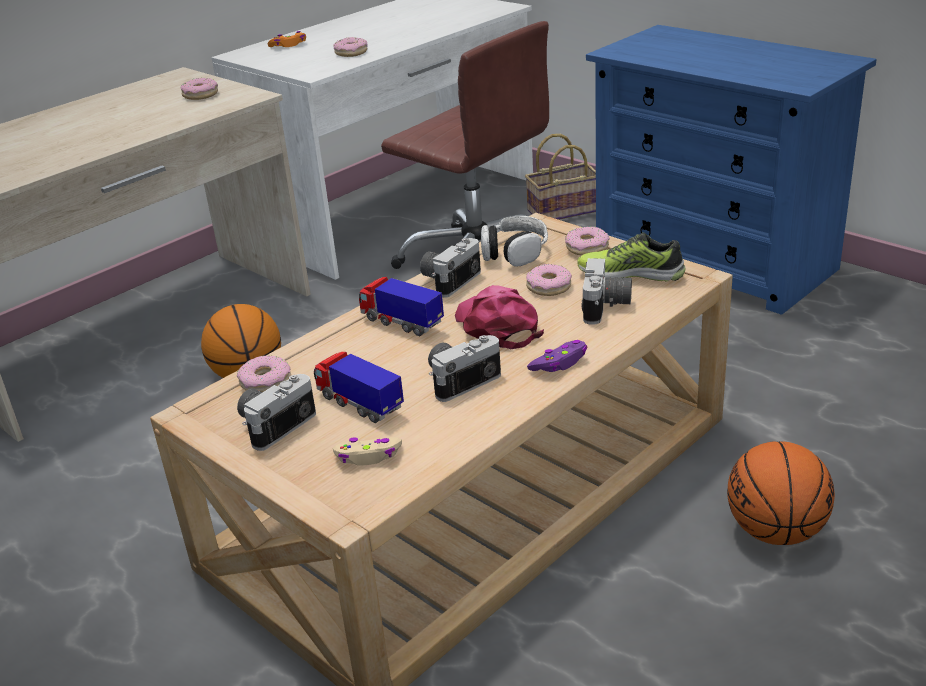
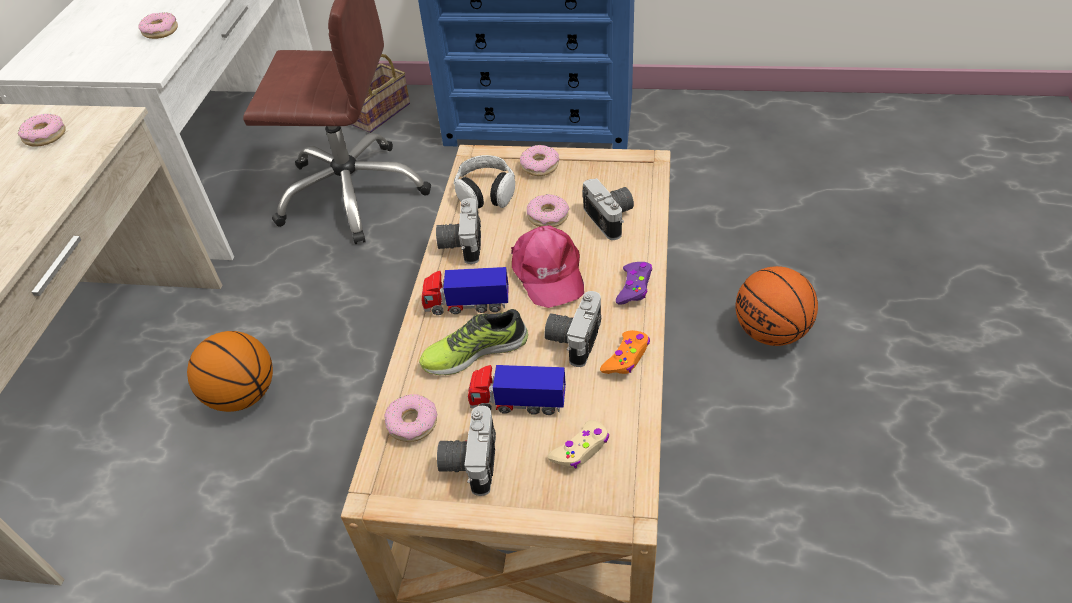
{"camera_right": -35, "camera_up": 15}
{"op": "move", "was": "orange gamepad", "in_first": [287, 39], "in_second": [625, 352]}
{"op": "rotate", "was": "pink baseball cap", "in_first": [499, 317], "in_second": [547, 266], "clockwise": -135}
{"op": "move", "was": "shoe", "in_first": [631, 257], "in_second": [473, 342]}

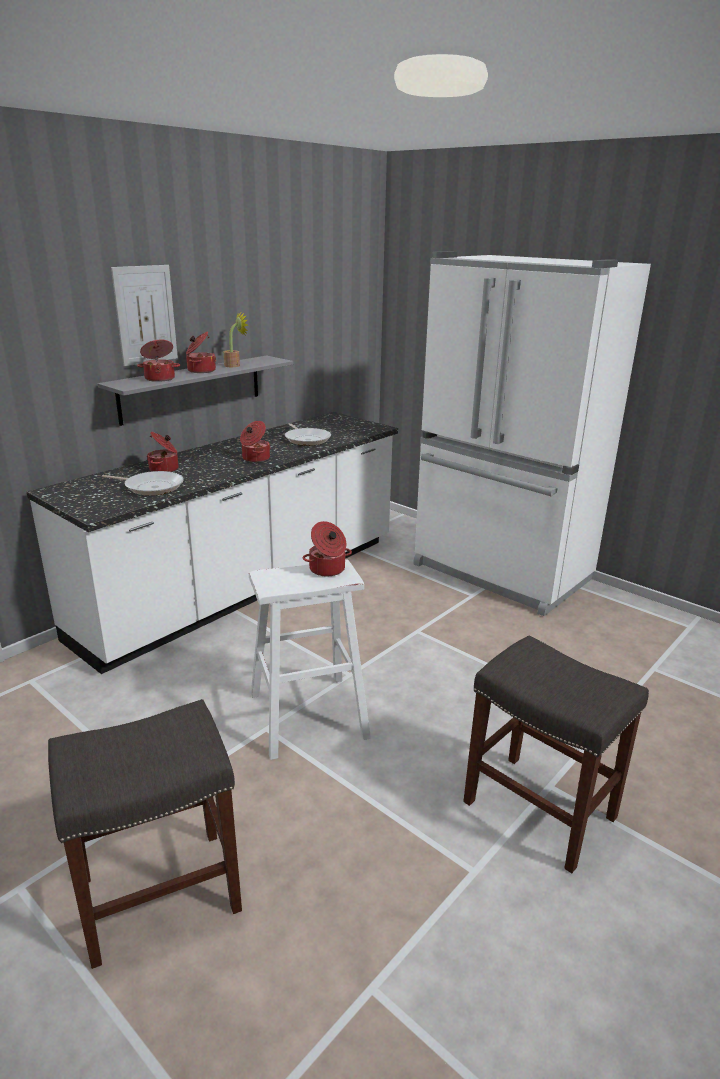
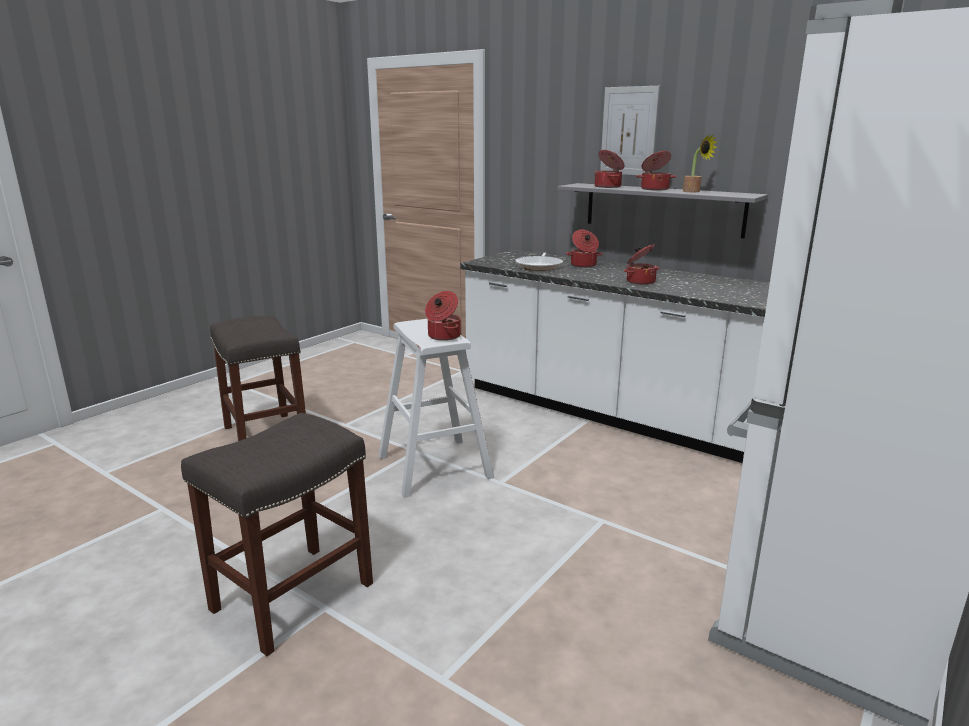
{"camera_right": 85, "camera_up": -5}
{"op": "delete", "was": "frying pan", "in_first": [308, 434]}

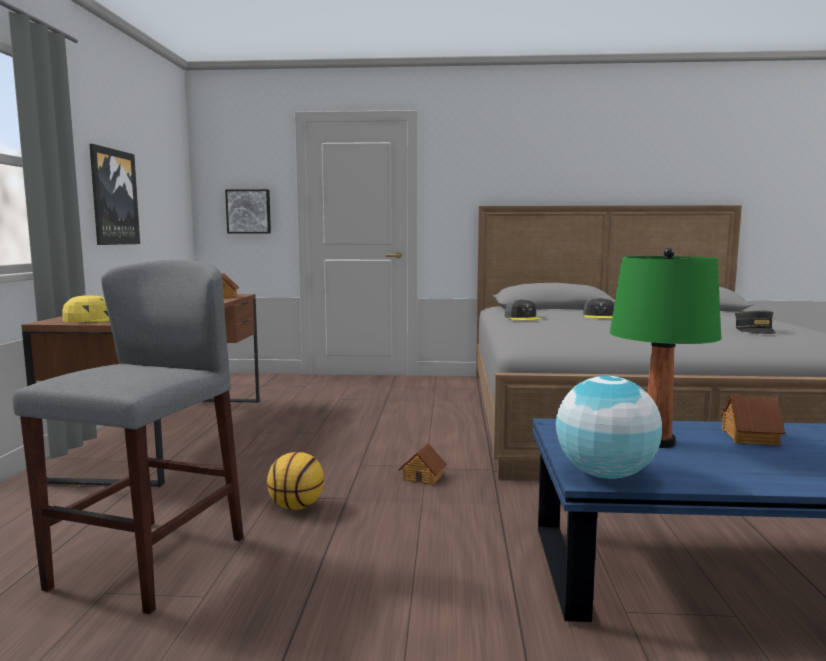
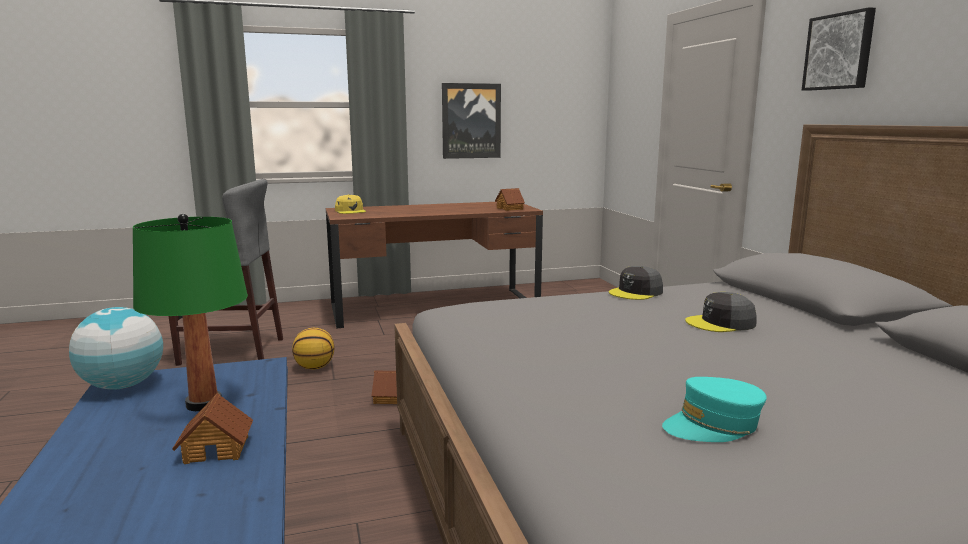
{"camera_right": 70, "camera_up": 5}
{"op": "move", "was": "wall art", "in_first": [248, 211], "in_second": [839, 49]}
{"op": "recolor", "was": "grey baseball cap", "now": "blue-green baseball cap", "in_first": [755, 322], "in_second": [714, 409]}

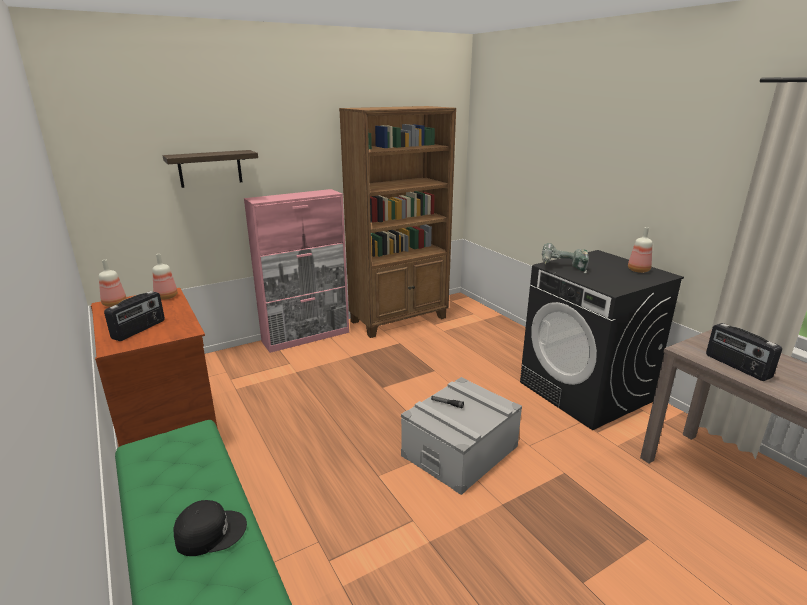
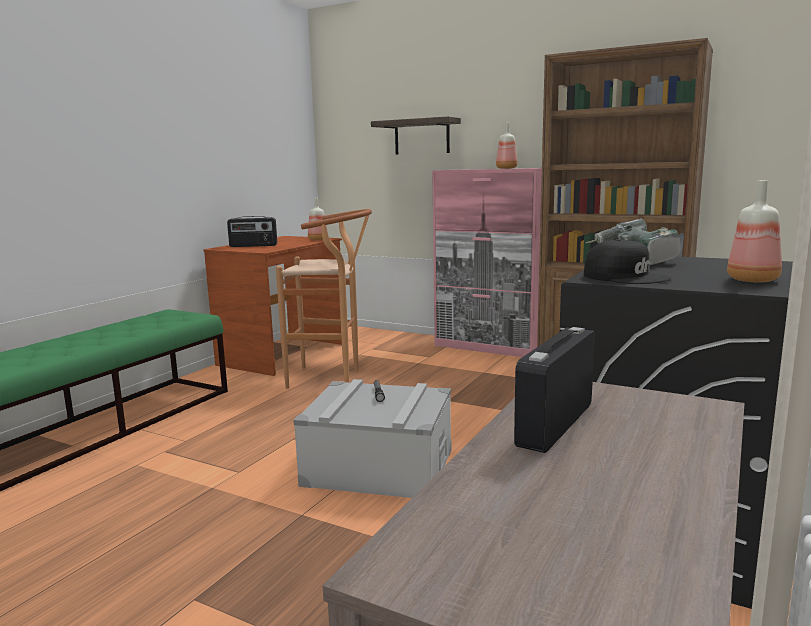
{"camera_right": 60, "camera_up": -10}
{"op": "move", "was": "bottle", "in_first": [113, 283], "in_second": [507, 146]}
{"op": "move", "was": "black-coloured baseball cap", "in_first": [210, 528], "in_second": [628, 261]}
{"op": "insert", "now": "brown-coloured sitting stool", "in_second": [324, 299]}

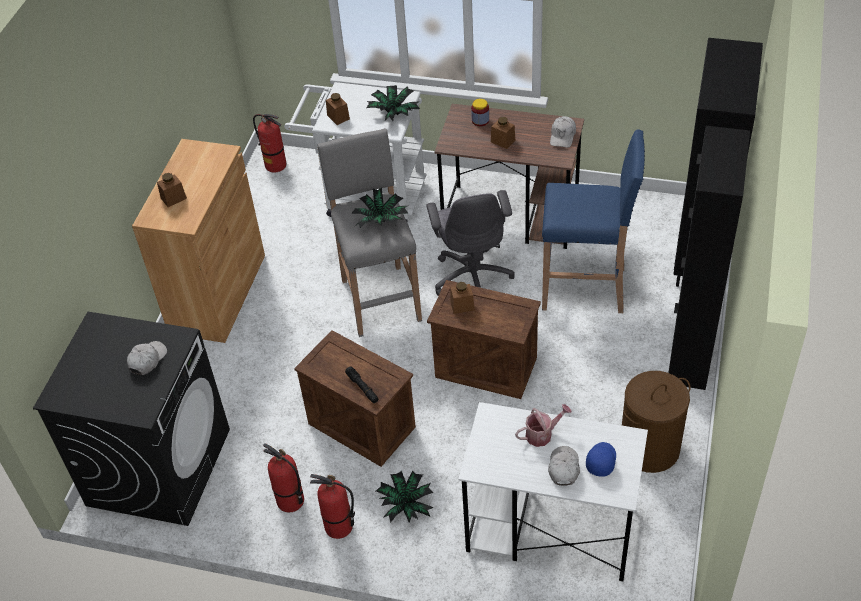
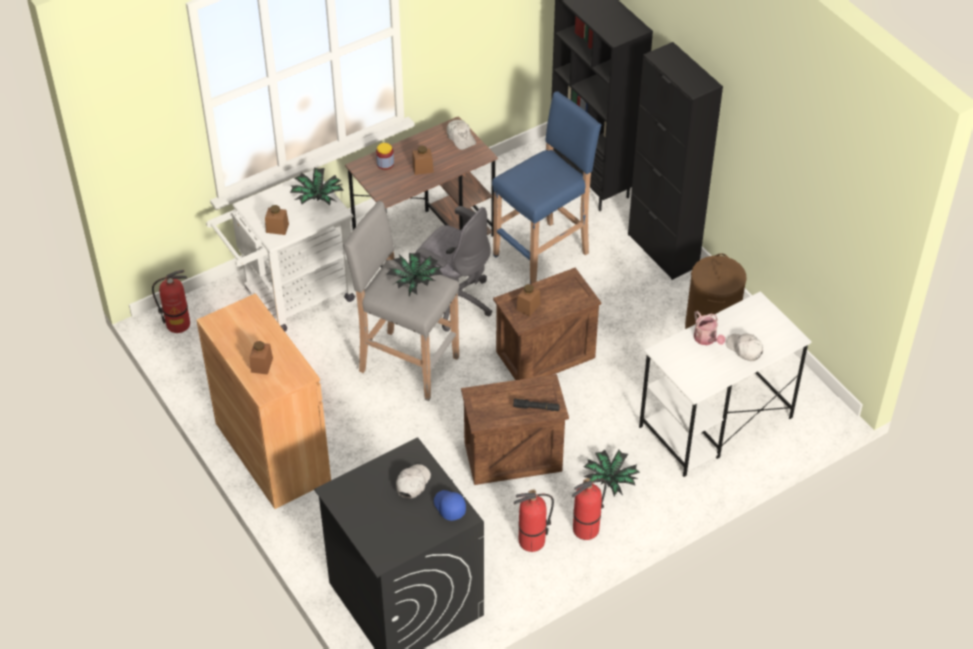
{"camera_right": -50, "camera_up": 0}
{"op": "rotate", "was": "white baseball cap", "in_first": [147, 358], "in_second": [413, 481], "clockwise": 45}
{"op": "rotate", "was": "watering can", "in_first": [543, 425], "in_second": [709, 328], "clockwise": 135}
{"op": "move", "was": "blue-coloured baseball cap", "in_first": [601, 459], "in_second": [450, 505]}

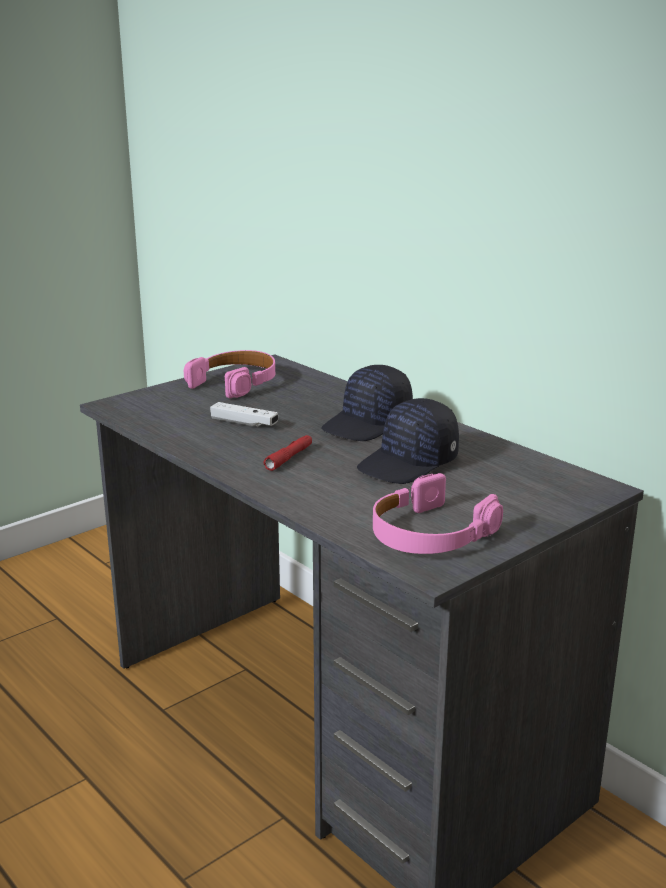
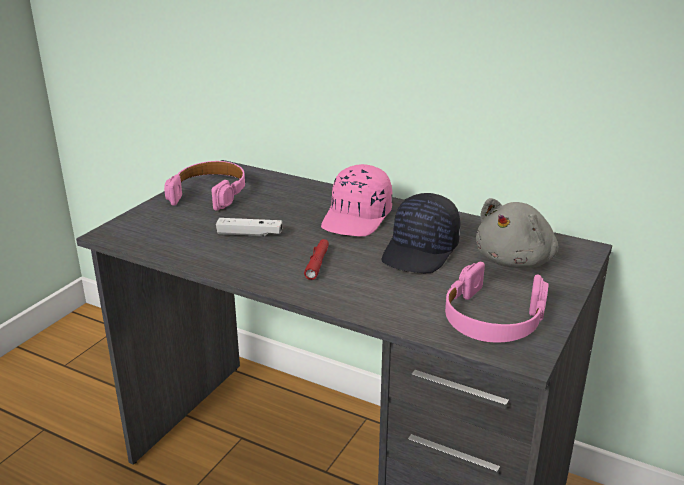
{"camera_right": -20, "camera_up": 5}
{"op": "recolor", "was": "black-coloured baseball cap", "now": "pink baseball cap", "in_first": [367, 403], "in_second": [357, 200]}
{"op": "insert", "now": "grey cuddly toy", "in_second": [517, 233]}

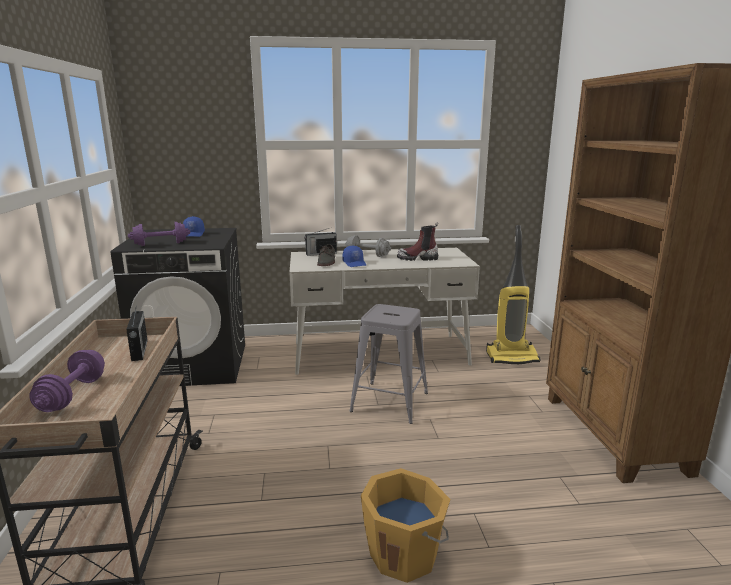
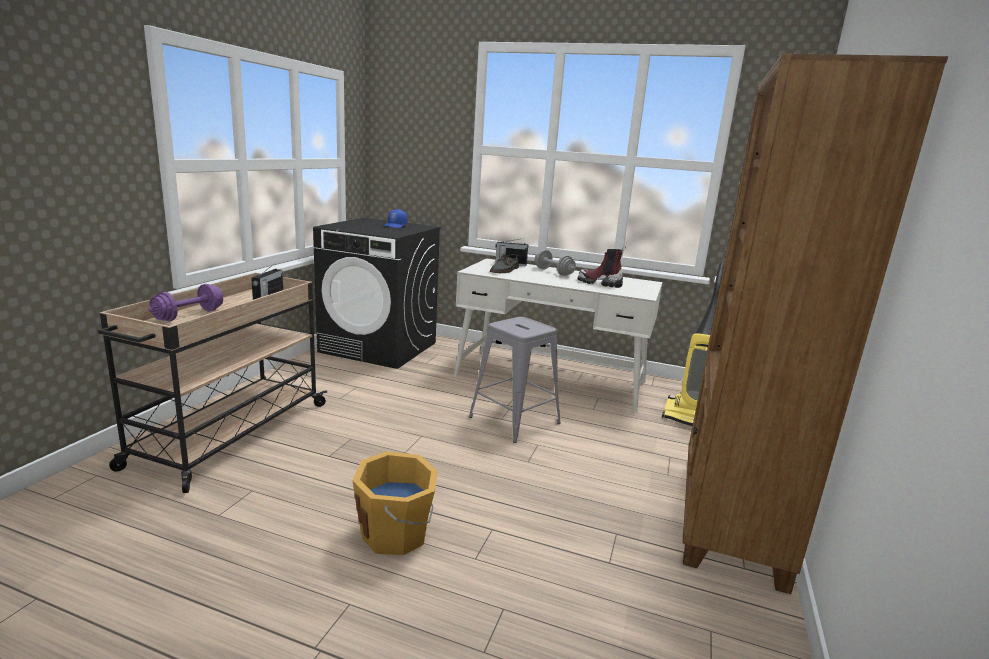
{"camera_right": 25, "camera_up": 0}
{"op": "delete", "was": "purple-coloured dumbbell", "in_first": [159, 234]}
{"op": "delete", "was": "blue-coloured baseball cap", "in_first": [354, 256]}

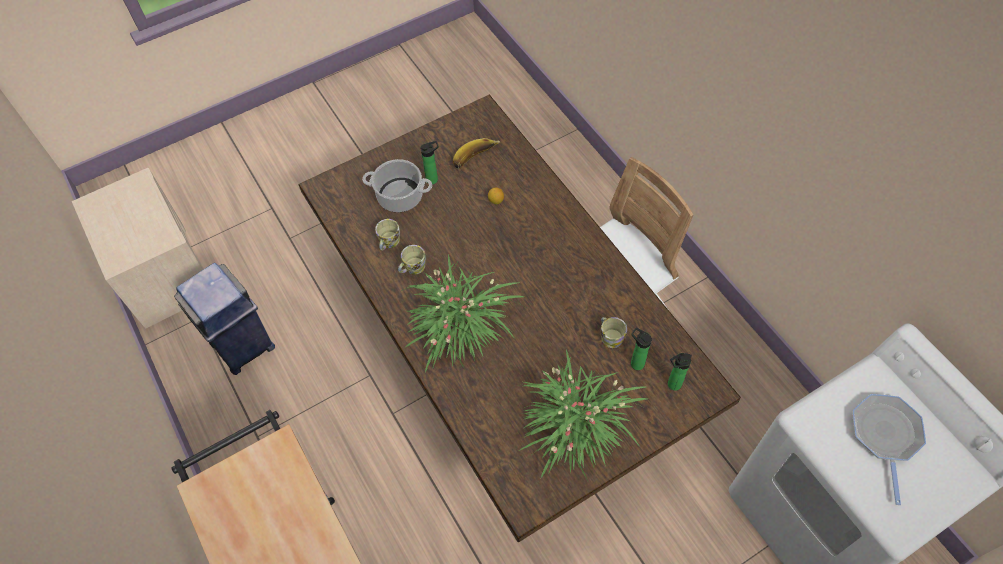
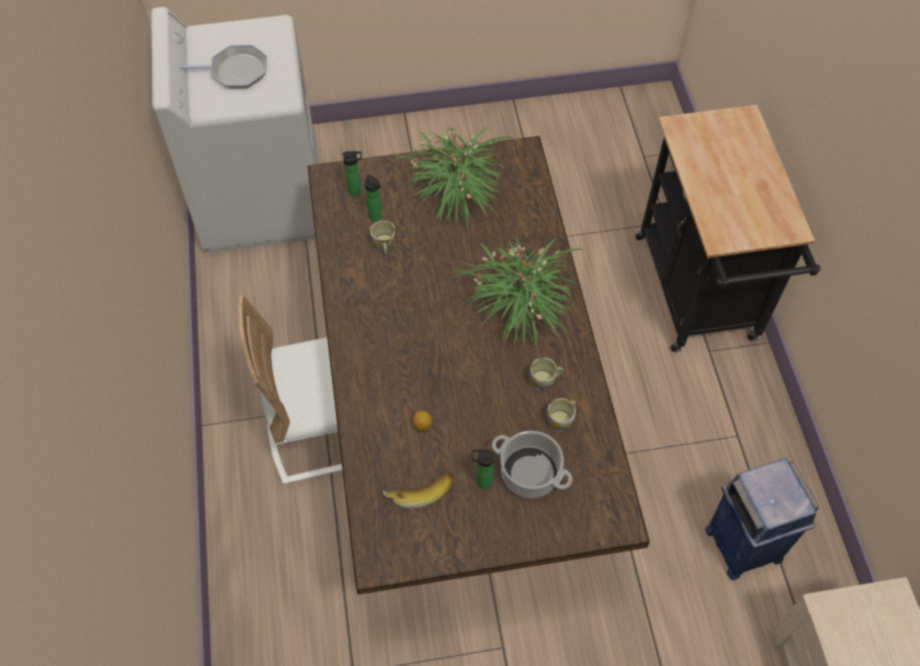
{"camera_right": -160, "camera_up": 0}
{"op": "rotate", "was": "frying pan", "in_first": [889, 449], "in_second": [223, 67], "clockwise": -120}

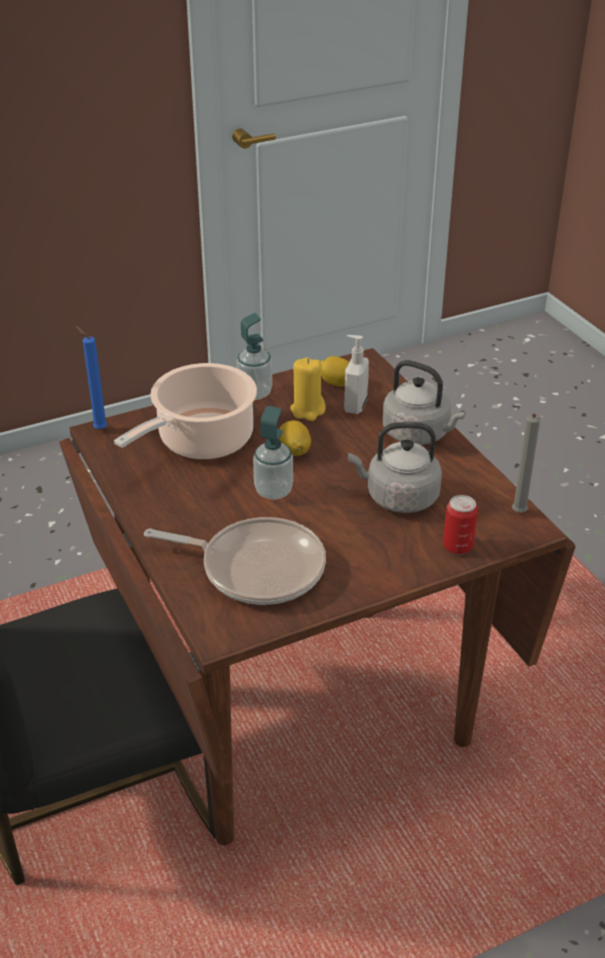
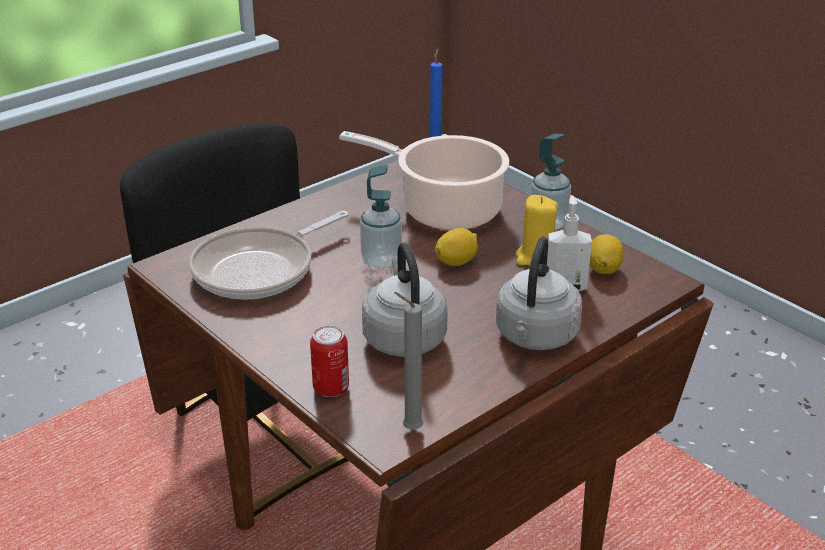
{"camera_right": 75, "camera_up": -5}
{"op": "rotate", "was": "frying pan", "in_first": [235, 561], "in_second": [269, 255], "clockwise": 45}

